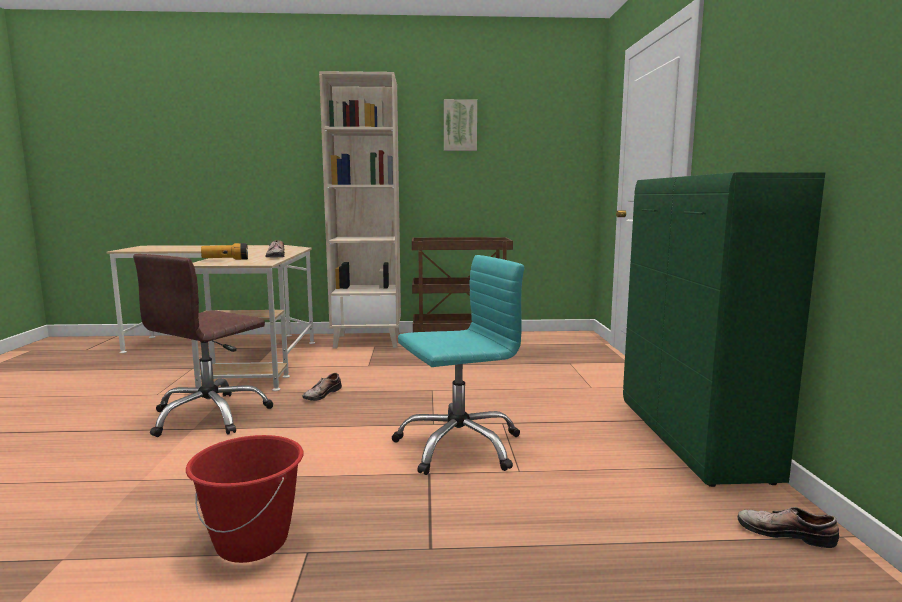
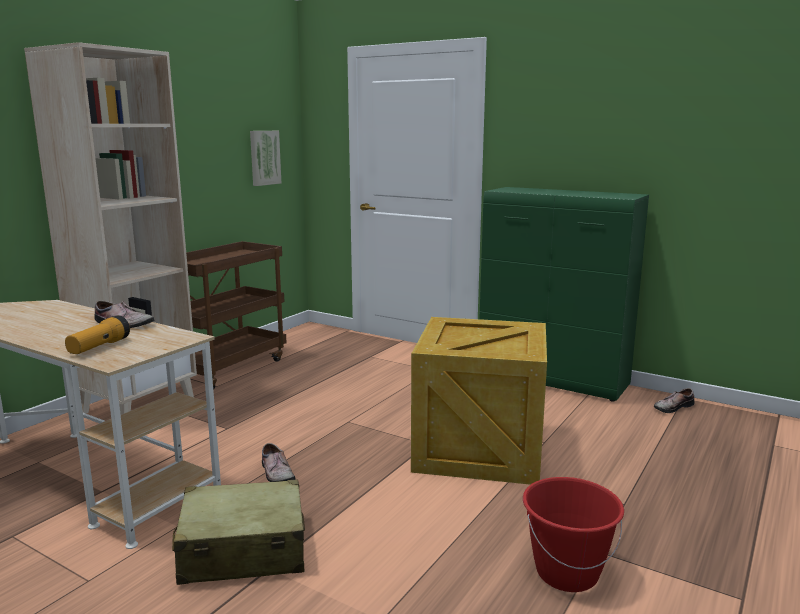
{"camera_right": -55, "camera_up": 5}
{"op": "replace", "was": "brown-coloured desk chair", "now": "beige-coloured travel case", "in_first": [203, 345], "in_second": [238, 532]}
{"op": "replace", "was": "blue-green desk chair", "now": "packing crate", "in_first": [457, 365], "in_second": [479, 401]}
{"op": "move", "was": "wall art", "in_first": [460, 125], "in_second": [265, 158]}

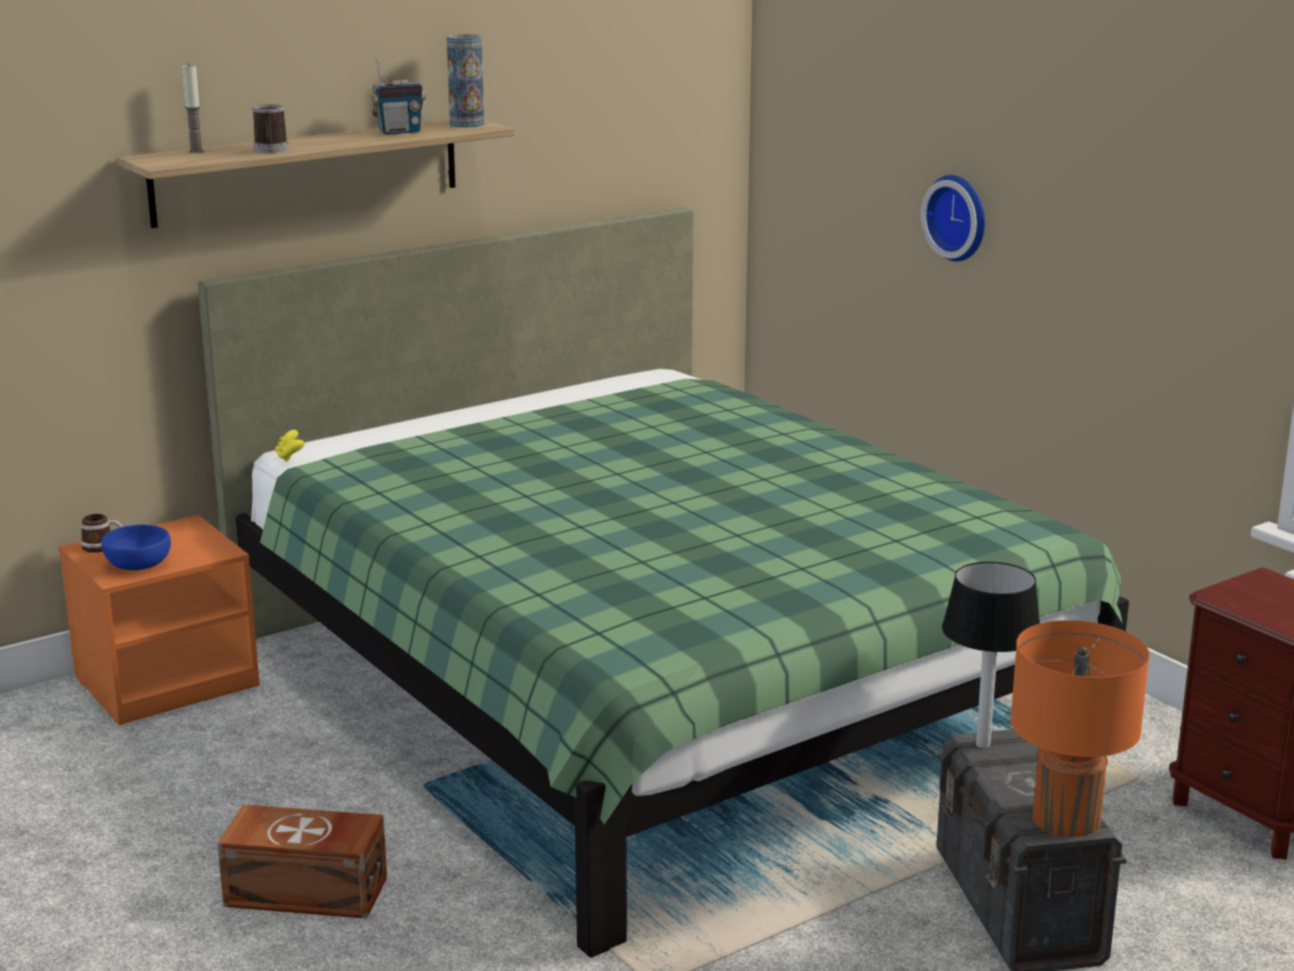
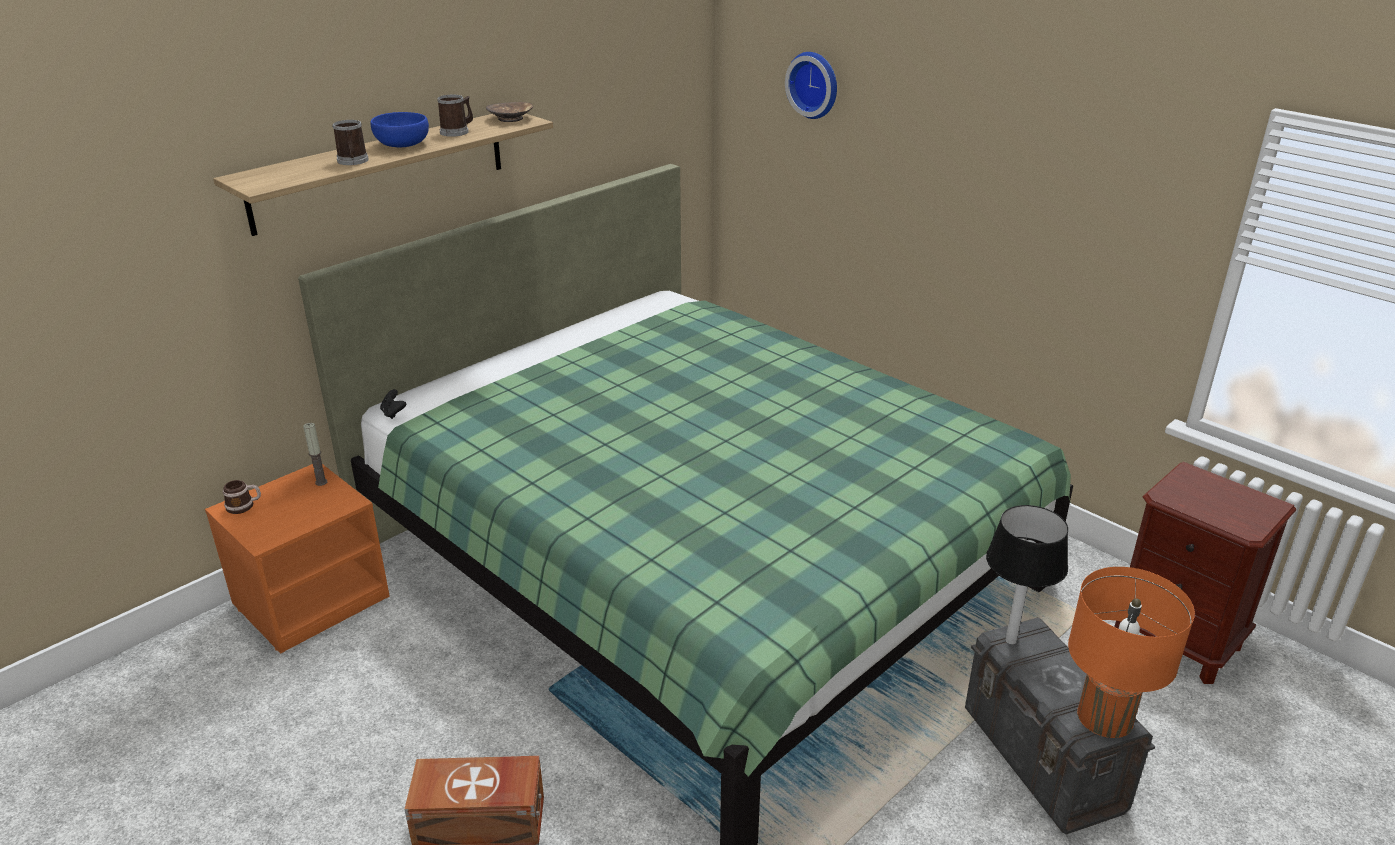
{"camera_right": -10, "camera_up": 10}
{"op": "move", "was": "blue-coloured deep dish", "in_first": [136, 547], "in_second": [399, 129]}
{"op": "move", "was": "candle", "in_first": [193, 108], "in_second": [315, 454]}
{"op": "recolor", "was": "yellow gamepad", "now": "black-coloured gamepad", "in_first": [290, 446], "in_second": [393, 404]}
{"op": "replace", "was": "radio receiver", "now": "mug", "in_first": [398, 96], "in_second": [455, 116]}
{"op": "replace", "was": "flower vase", "now": "brown-coloured deep dish", "in_first": [465, 80], "in_second": [509, 112]}
{"op": "move", "was": "wall clock", "in_first": [953, 218], "in_second": [811, 85]}

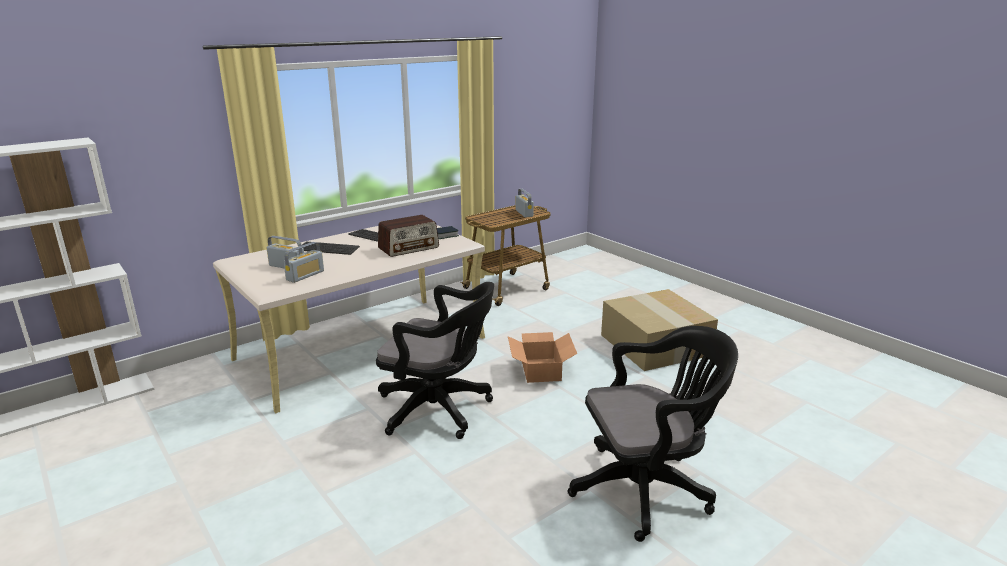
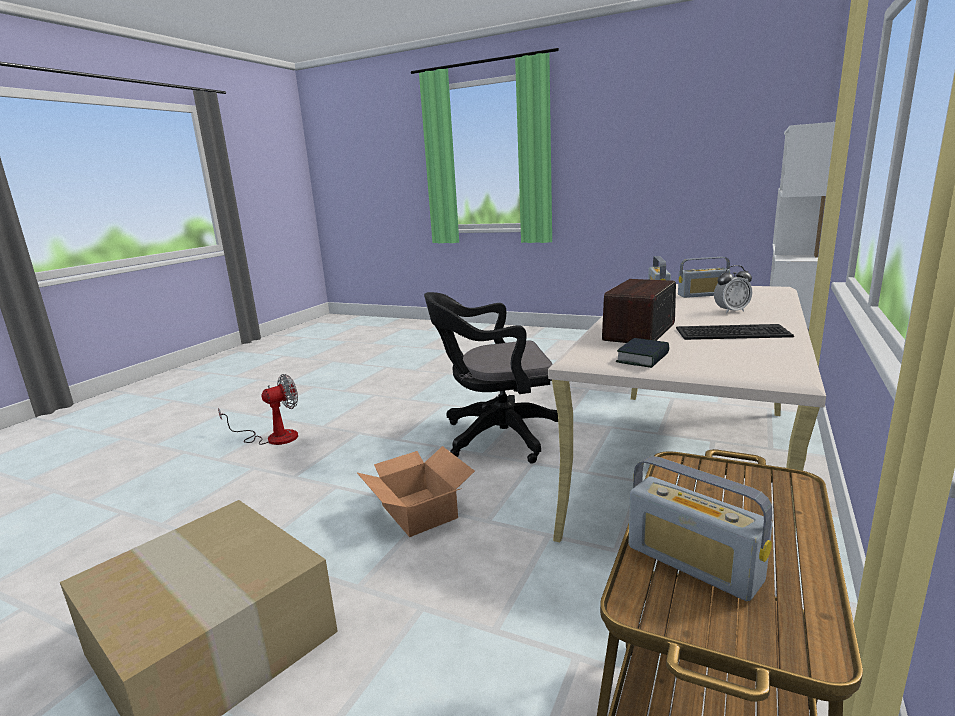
{"camera_right": 155, "camera_up": -5}
{"op": "replace", "was": "computer keyboard", "now": "alarm clock", "in_first": [331, 248], "in_second": [733, 289]}
{"op": "replace", "was": "black-coloured desk chair", "now": "fan", "in_first": [652, 434], "in_second": [258, 409]}

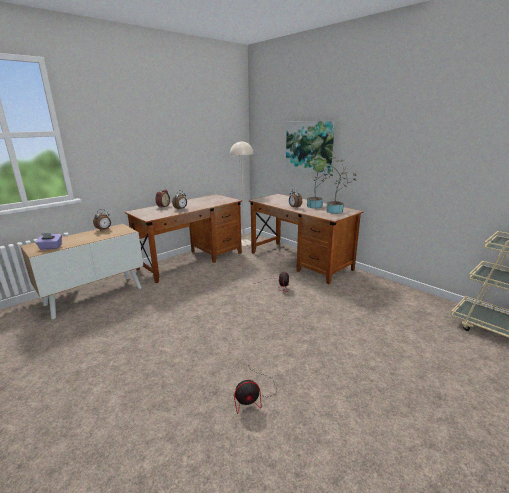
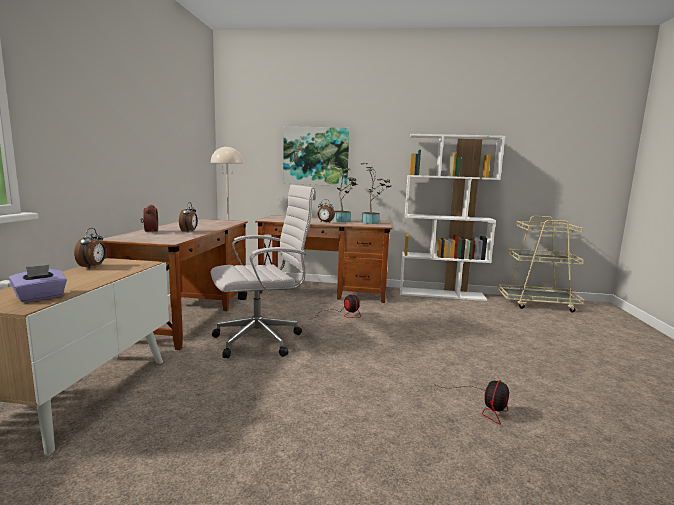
{"camera_right": -40, "camera_up": -10}
{"op": "insert", "now": "white desk chair", "in_second": [263, 272]}
{"op": "insert", "now": "white bookcase", "in_second": [452, 217]}

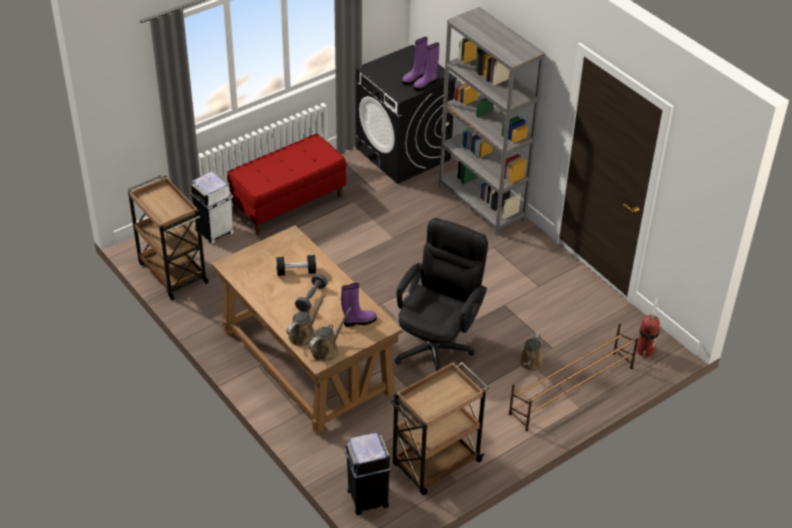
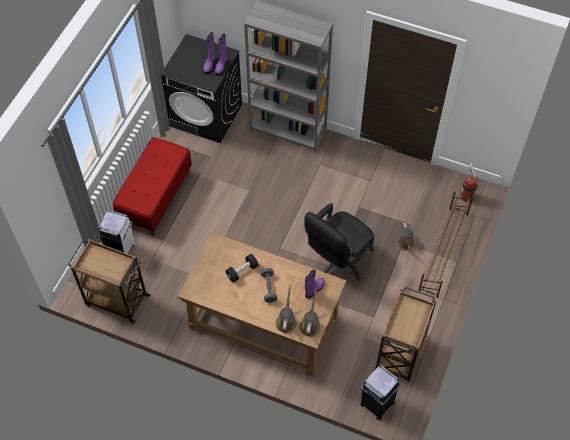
{"camera_right": -30, "camera_up": 15}
{"op": "rotate", "was": "black-coloured desk chair", "in_first": [441, 294], "in_second": [339, 241], "clockwise": -135}

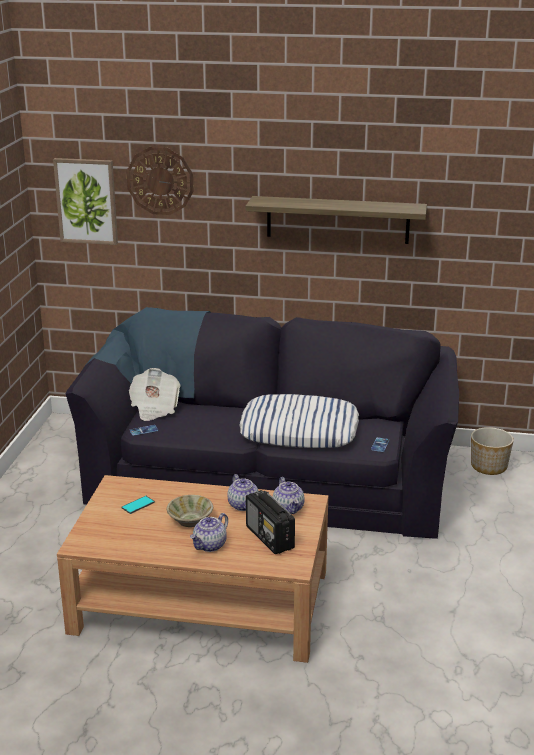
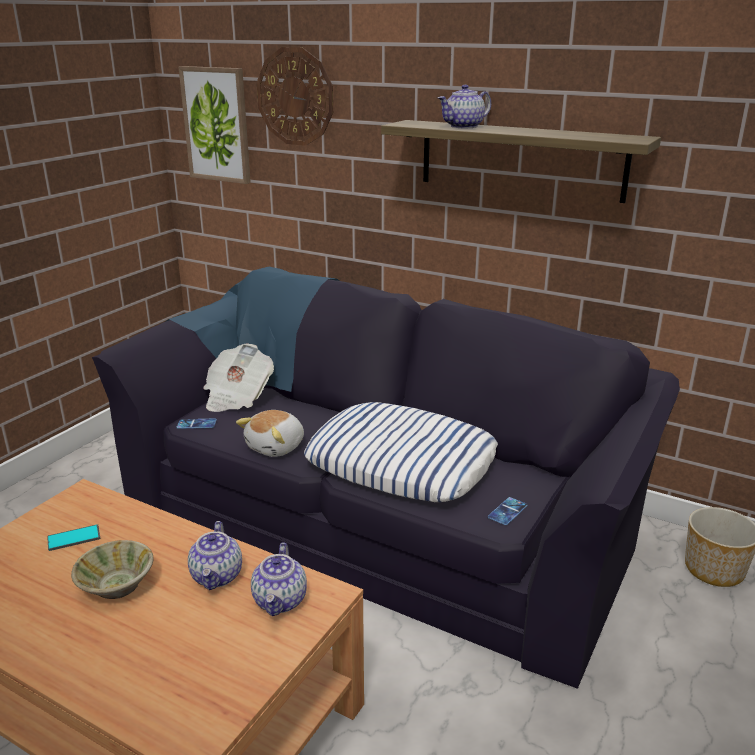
{"camera_right": 20, "camera_up": 0}
{"op": "move", "was": "pot for tea", "in_first": [209, 532], "in_second": [464, 106]}
{"op": "delete", "was": "radio receiver", "in_first": [270, 522]}
{"op": "insert", "now": "cuddly toy", "in_second": [270, 433]}

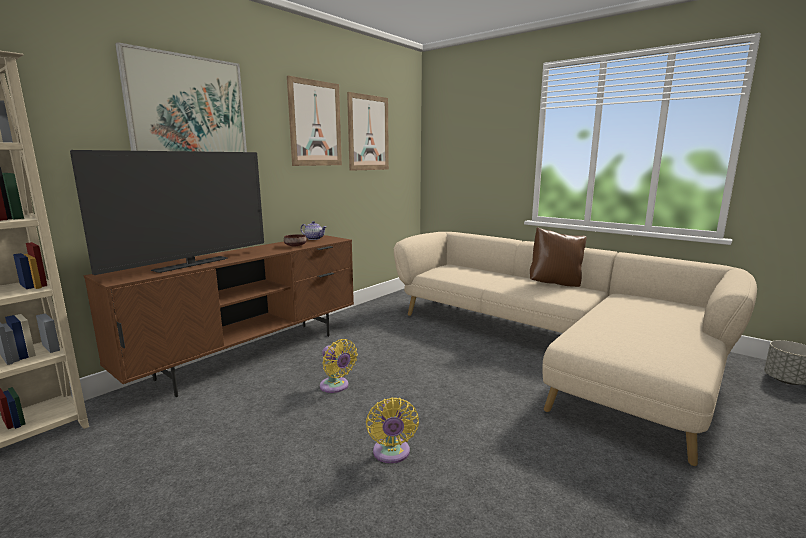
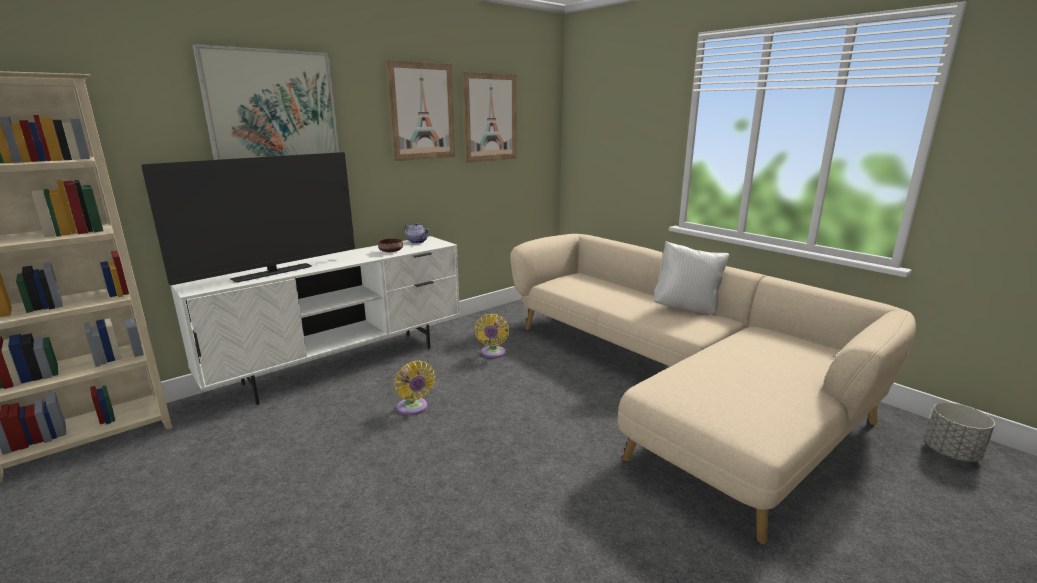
{"camera_right": 10, "camera_up": 5}
{"op": "recolor", "was": "brown-coloured tv stand", "now": "white tv stand", "in_first": [219, 316], "in_second": [315, 320]}
{"op": "move", "was": "yellow fan", "in_first": [392, 430], "in_second": [491, 336]}
{"op": "recolor", "was": "brown-coloured throw pillow", "now": "white throw pillow", "in_first": [558, 257], "in_second": [691, 277]}

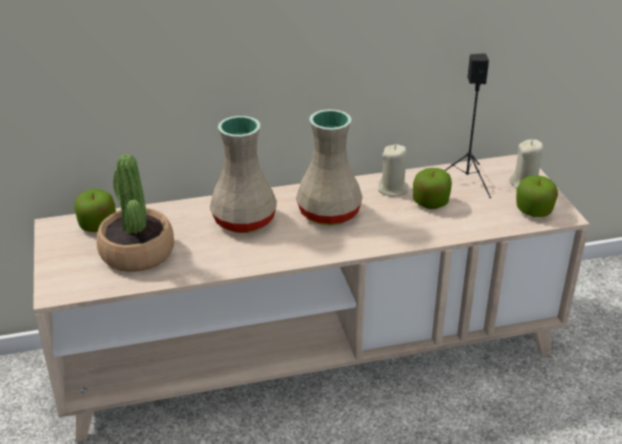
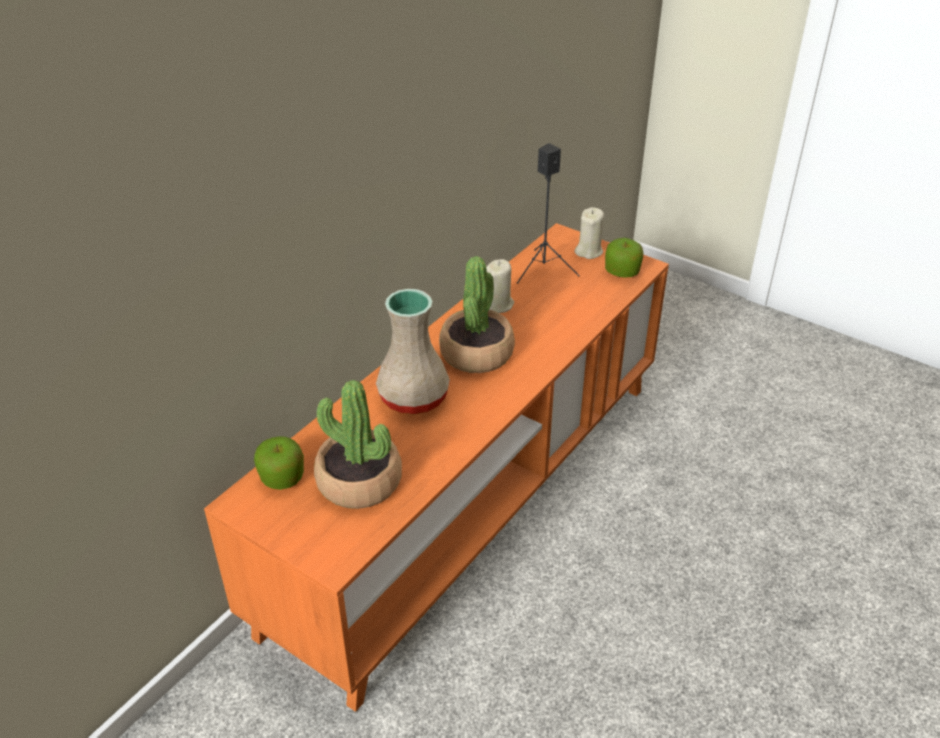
{"camera_right": -40, "camera_up": 5}
{"op": "recolor", "was": "beige-coloured tv stand", "now": "orange tv stand", "in_first": [311, 298], "in_second": [436, 467]}
{"op": "replace", "was": "beige-coloured flower vase", "now": "plant in a pot", "in_first": [329, 167], "in_second": [477, 314]}
{"op": "delete", "was": "apple", "in_first": [432, 188]}

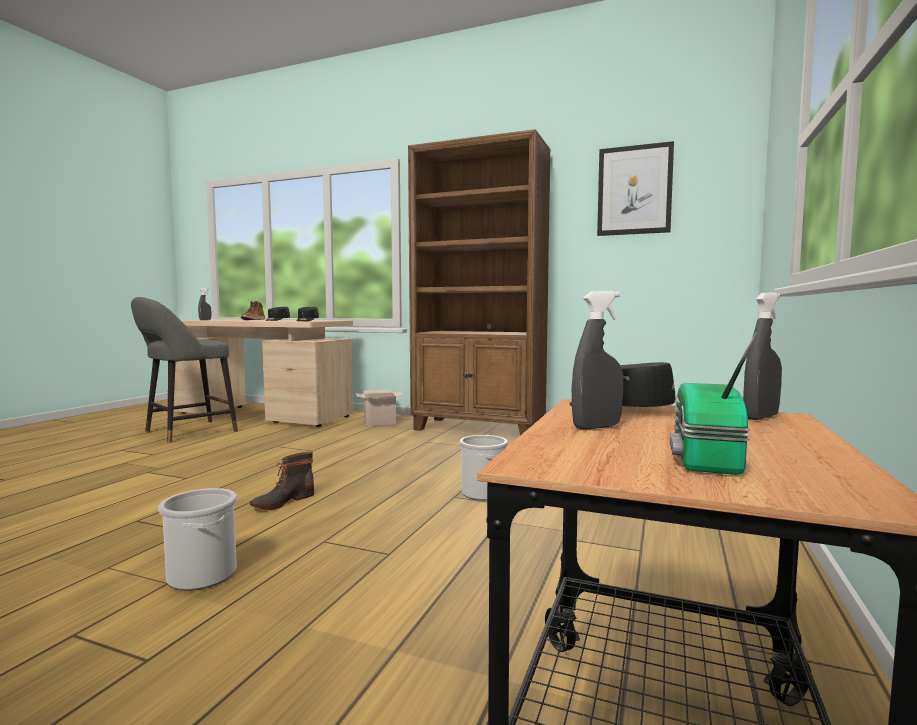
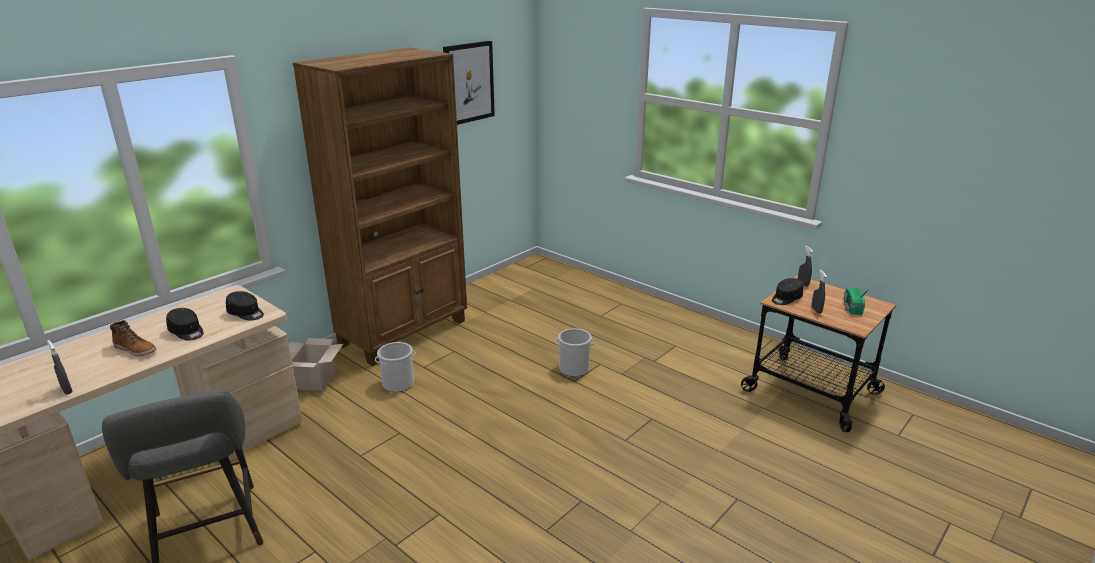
{"camera_right": -70, "camera_up": 20}
{"op": "move", "was": "bucket", "in_first": [197, 539], "in_second": [395, 367]}
{"op": "delete", "was": "high-top boot", "in_first": [282, 480]}
{"op": "rotate", "was": "radio receiver", "in_first": [713, 403], "in_second": [856, 301], "clockwise": 60}

